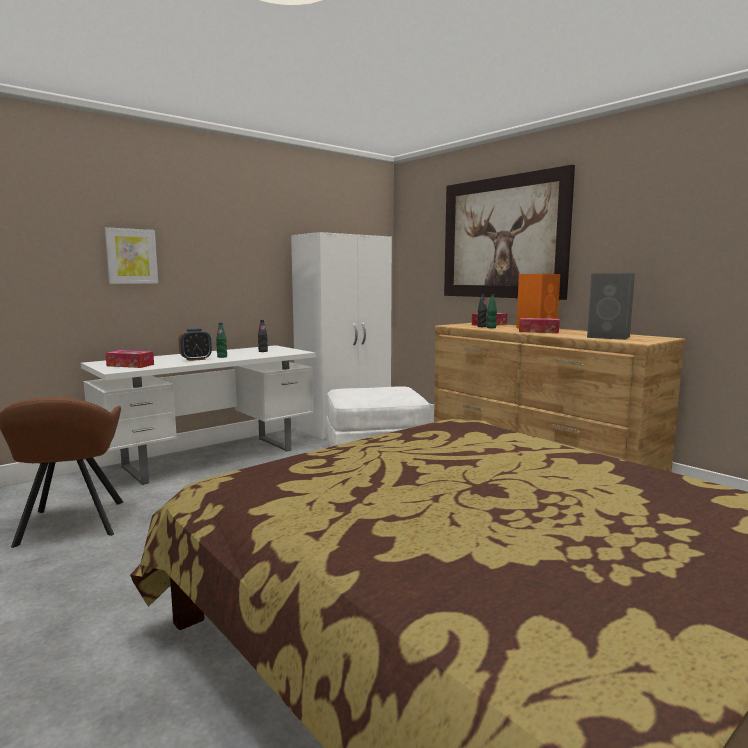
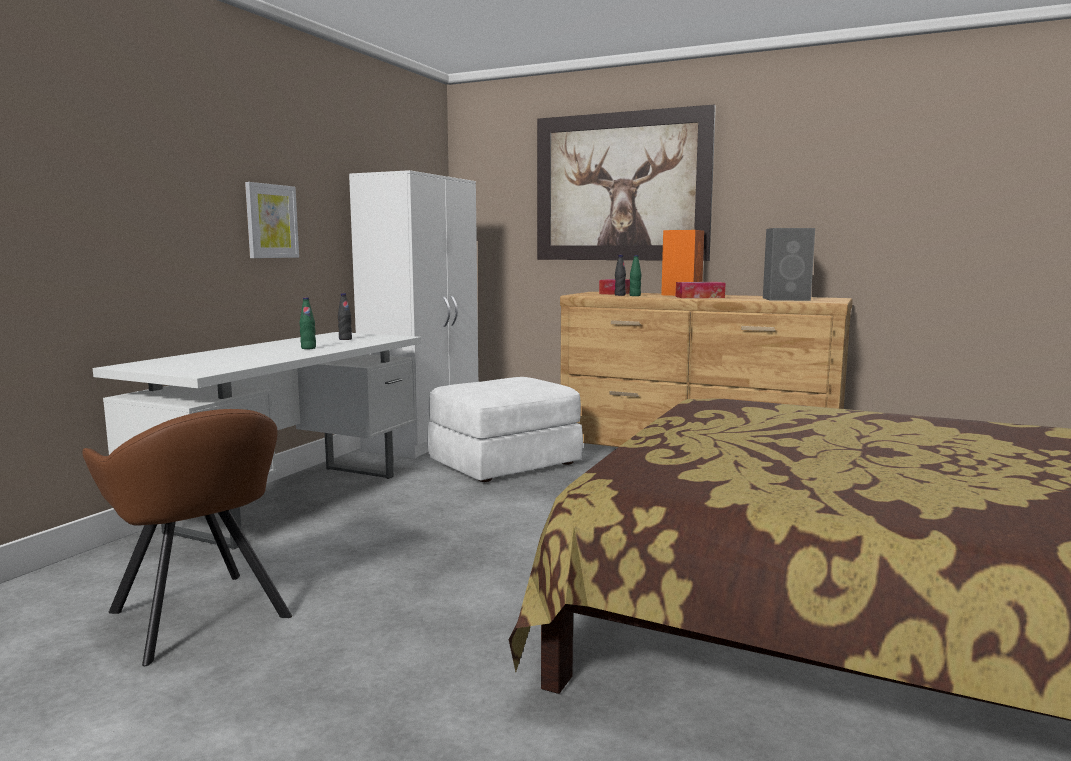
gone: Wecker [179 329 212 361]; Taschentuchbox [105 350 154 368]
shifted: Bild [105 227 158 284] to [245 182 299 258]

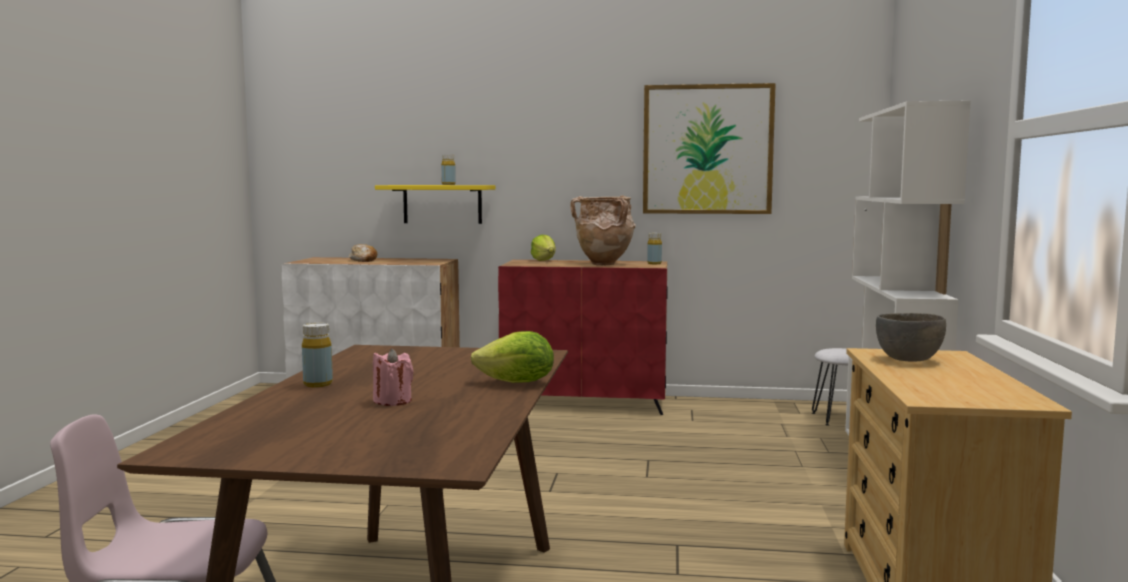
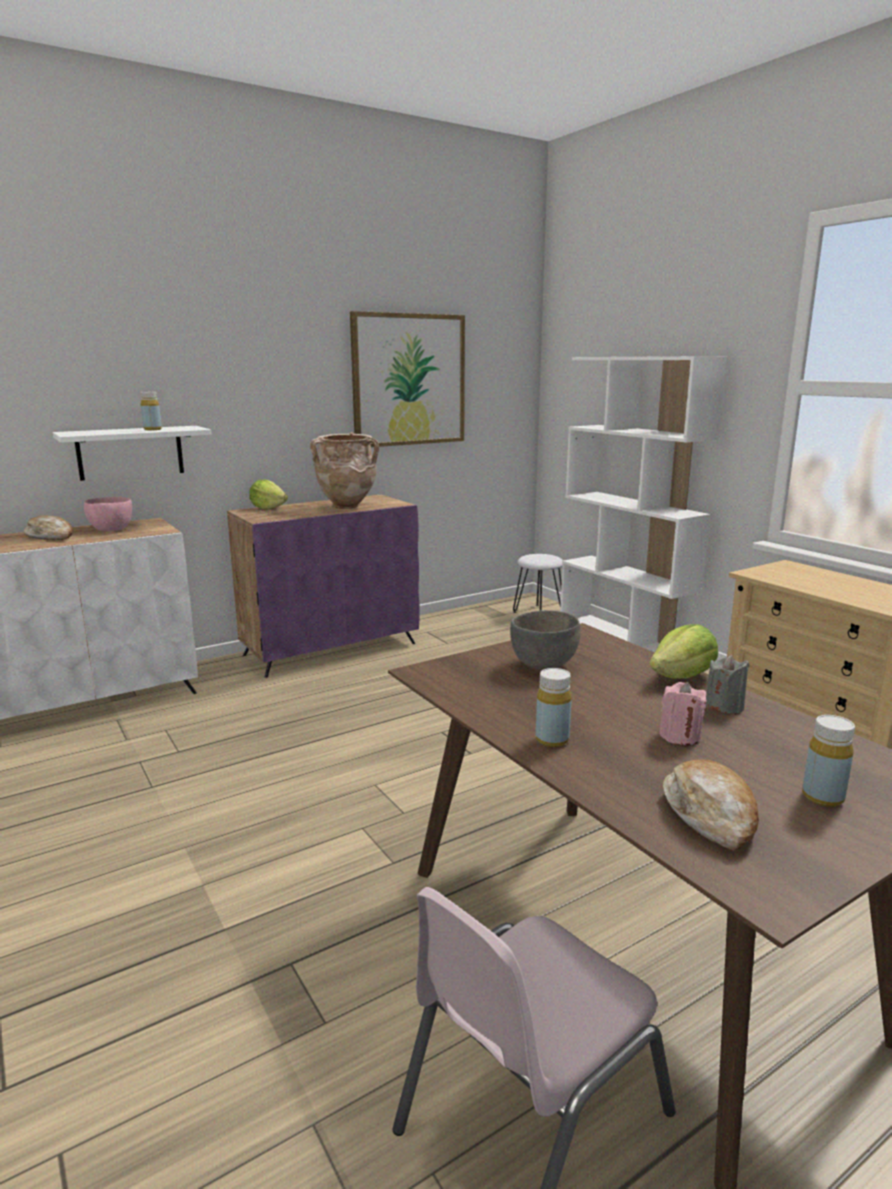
new: Schüssel/rosa [84 497 132 531]; Kerze/grau [706 655 750 713]; Brot [663 759 759 851]
shifted: Flasche/gelb [647 233 662 264] to [802 715 855 807]; Schüssel/grau [876 313 946 362] to [510 610 581 670]
repainted: Wandregal/gelb [375 185 496 224] to Wandregal/weiß [53 426 212 481]; Schrank/rot [498 260 668 415] to Schrank/lila [227 495 420 678]

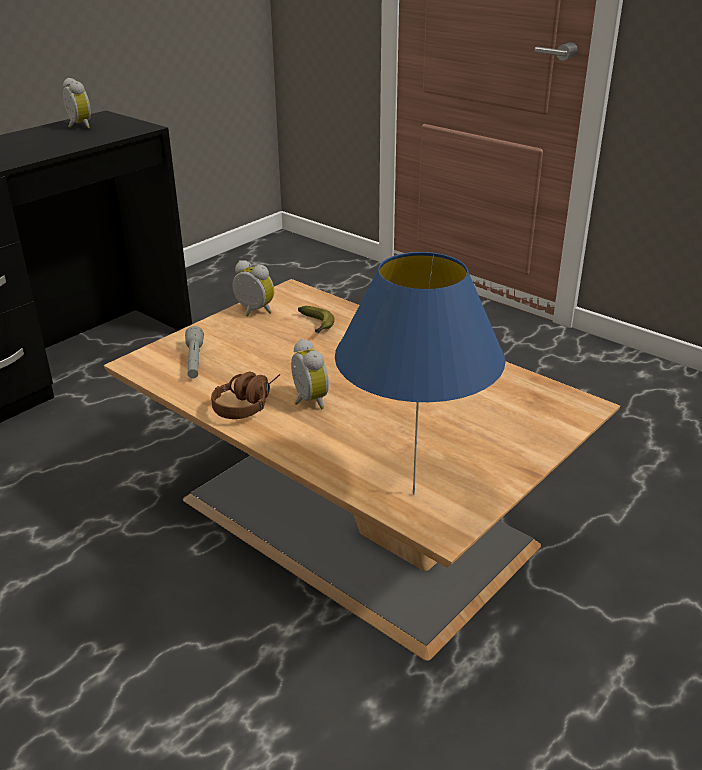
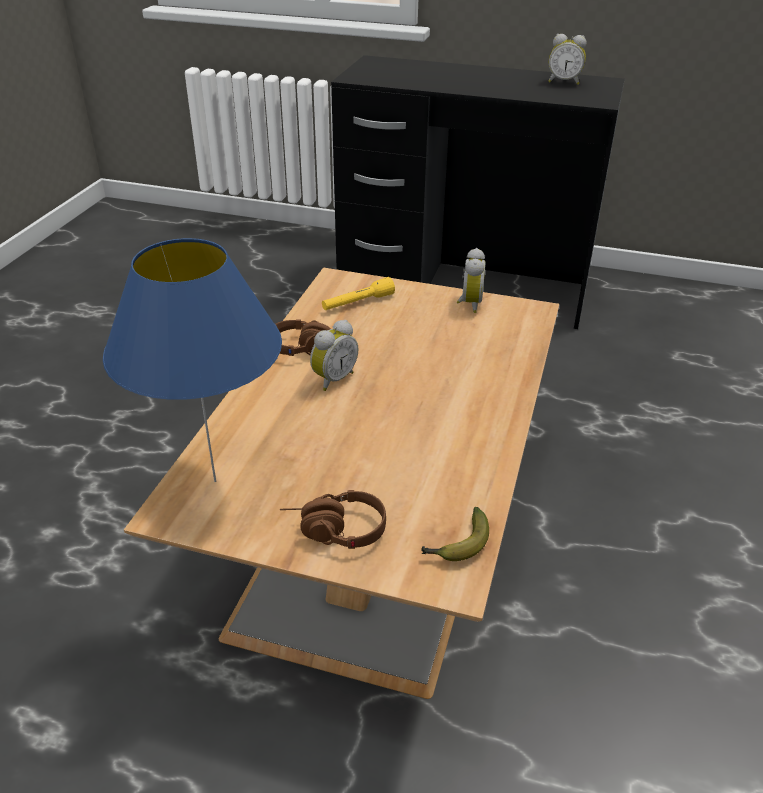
new: Kopfhörer/braun [280 490 386 549]
shifted: Banane [298 306 335 333] to [421 507 489 561]
repainted: Taschenlampe/grau [185 326 204 379] to Taschenlampe/gelb [322 277 395 310]
rotated: Wecker [63 78 91 129] = [548 34 587 85] 75 degrees clockwise

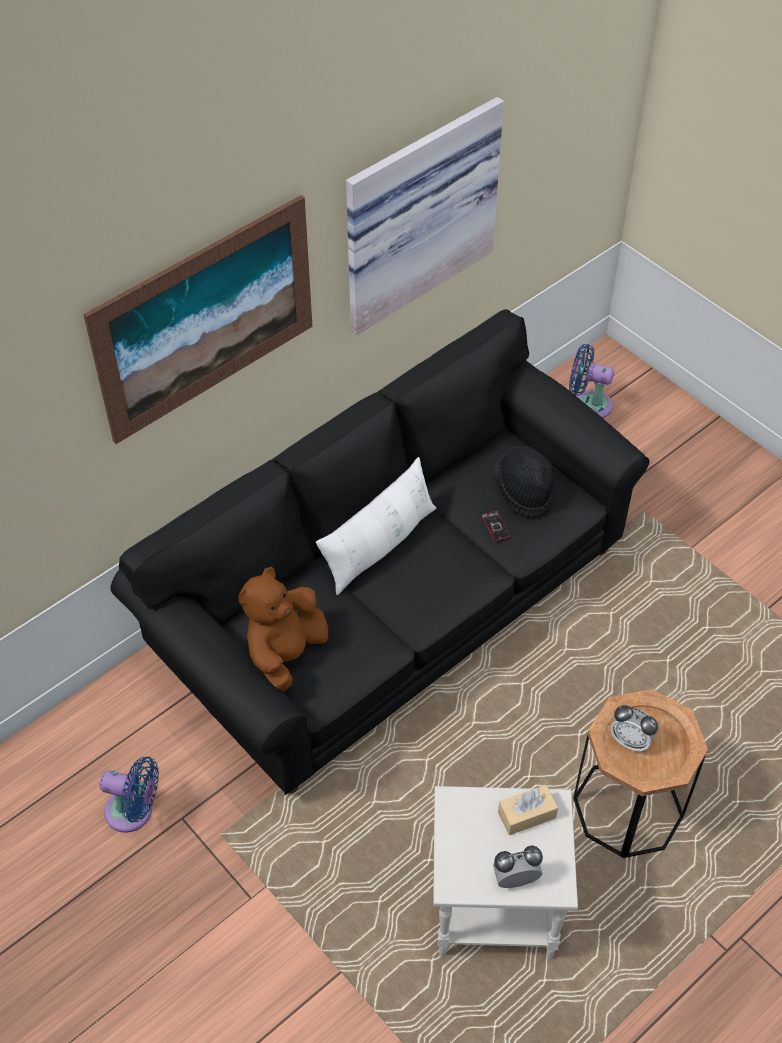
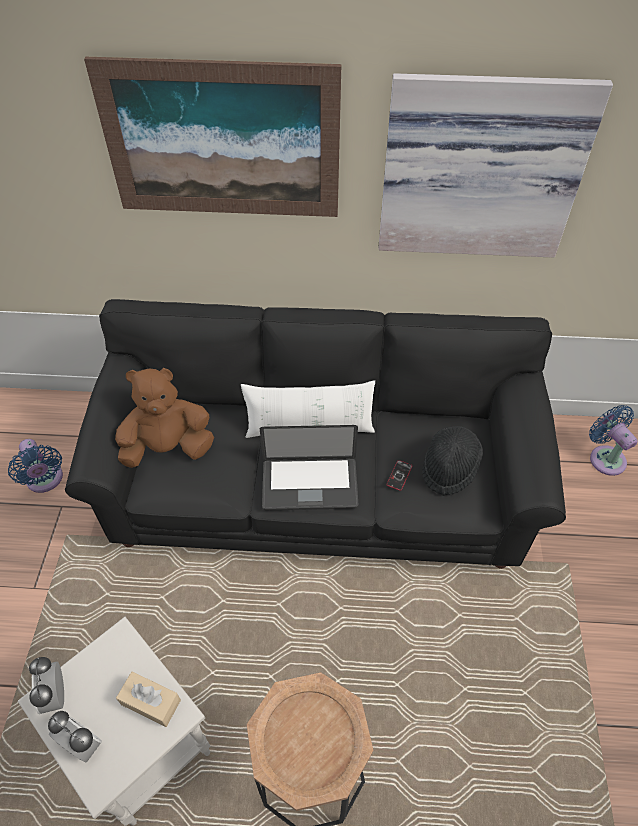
new: Laptop [260 425 358 510]
shifted: Wecker [611 705 658 752] to [29 657 64 714]

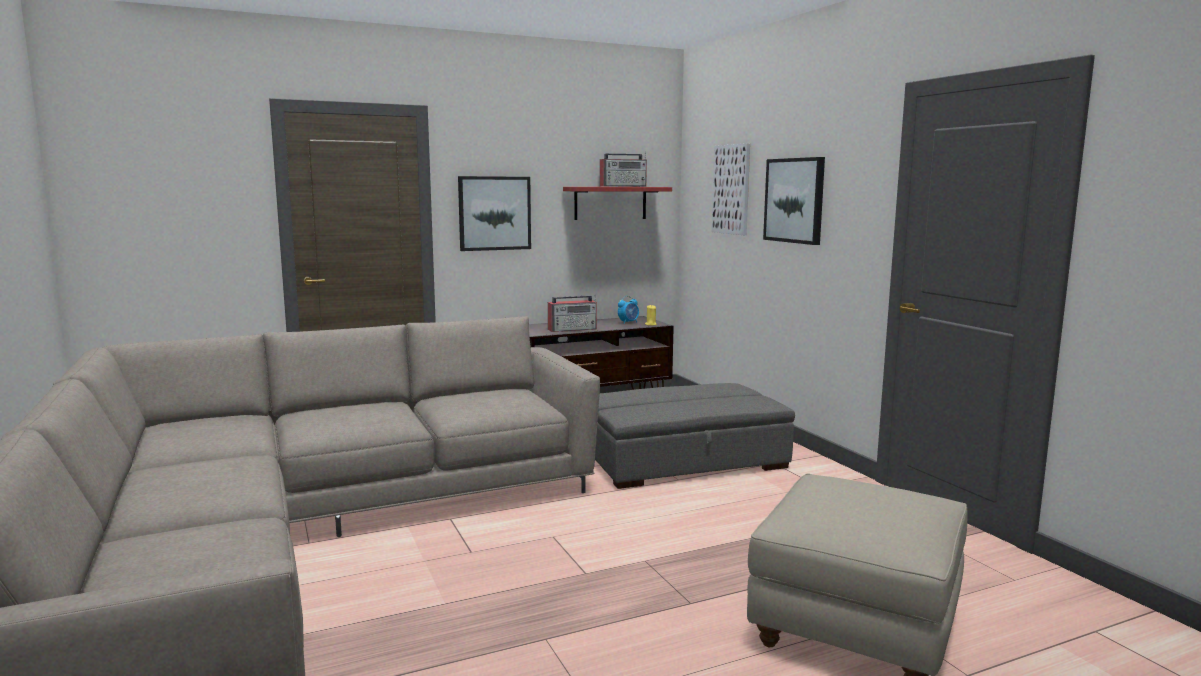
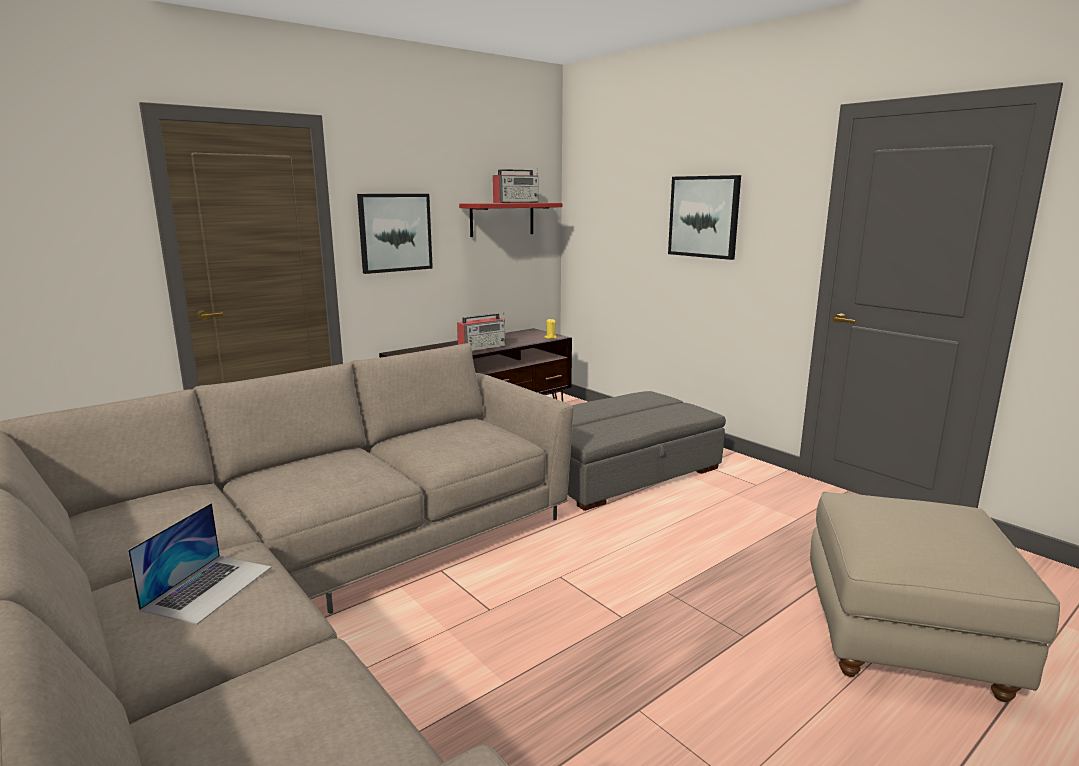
gone: Bild [712 143 750 235]; Wecker [618 296 639 324]
new: Laptop [128 503 272 625]

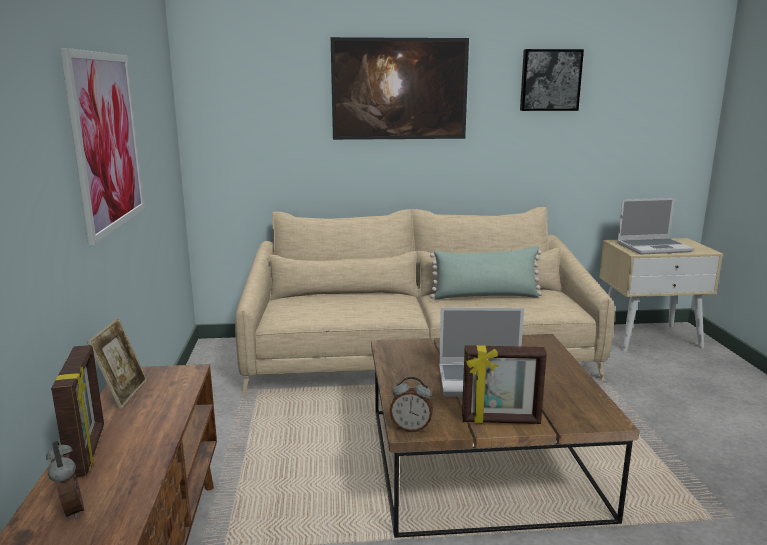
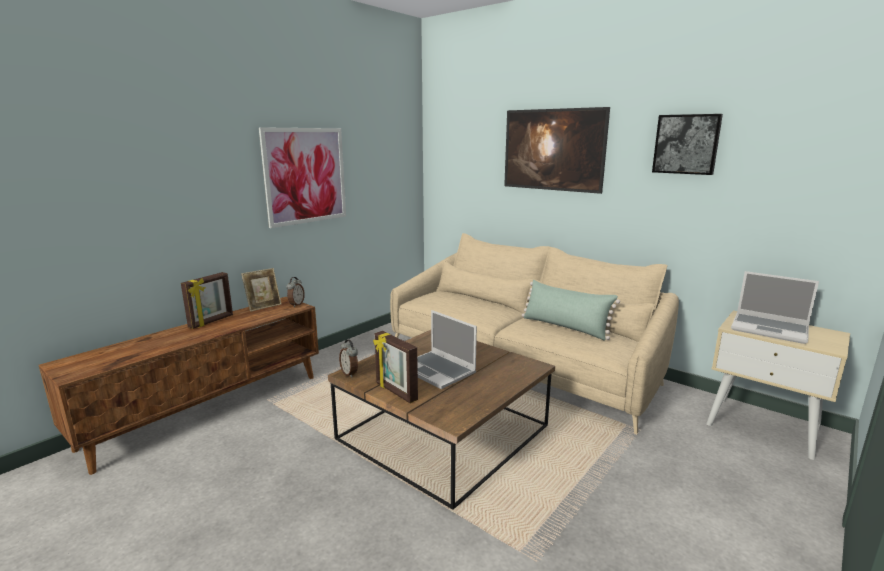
shifted: Wecker [46 441 84 520] to [287 277 305 307]

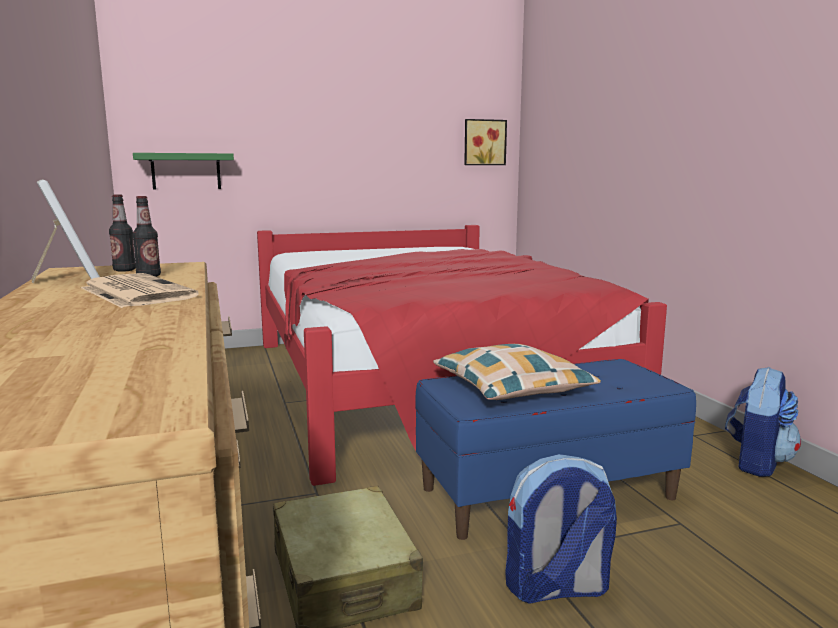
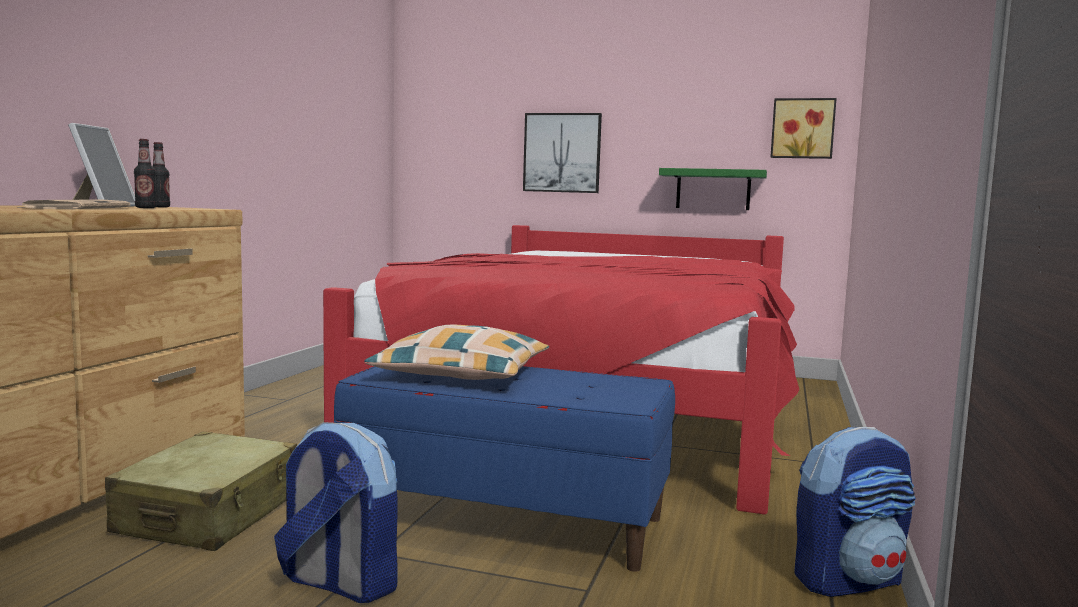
new: Bild [523 113 602 193]
shifted: Wandregal/grün [133 153 234 189] to [659 168 767 210]

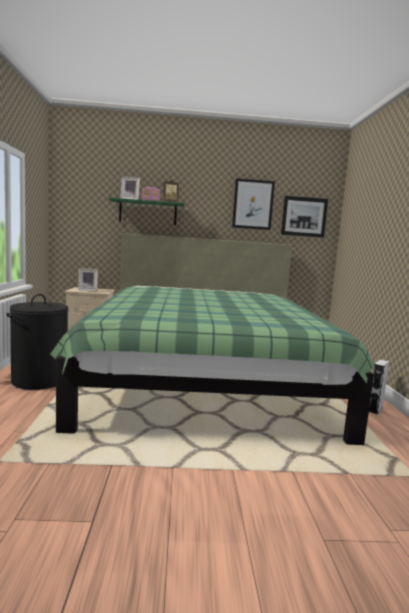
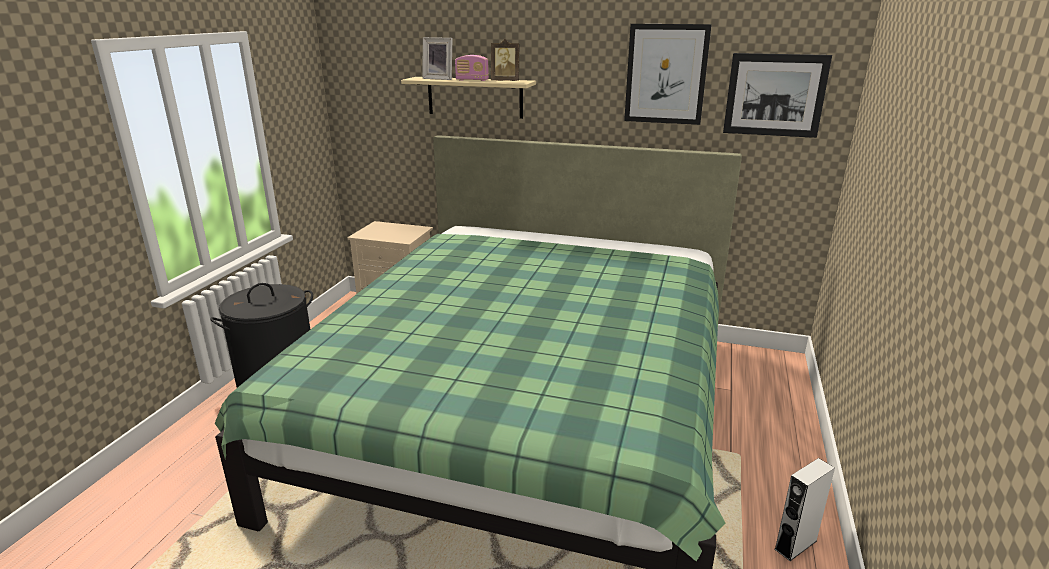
gone: Bilderrahmen [78 268 98 291]
repainted: Wandregal/grün [108 198 185 225] to Wandregal/beige [401 77 536 119]

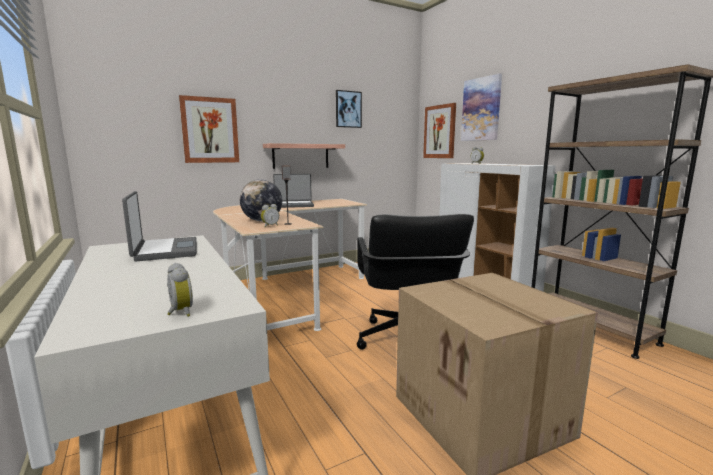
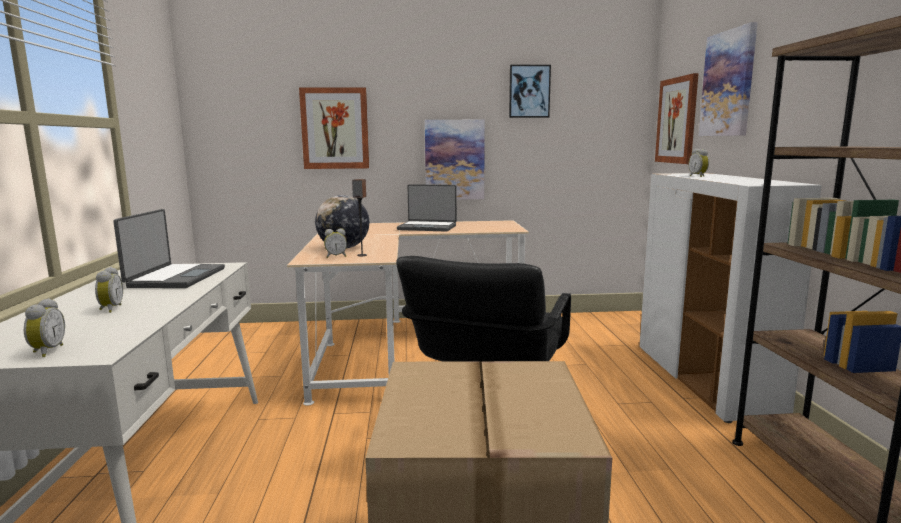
new: Wecker [95 267 123 313]
swapped: Wandregal [263 143 345 169] to Bild [425 120 485 200]

